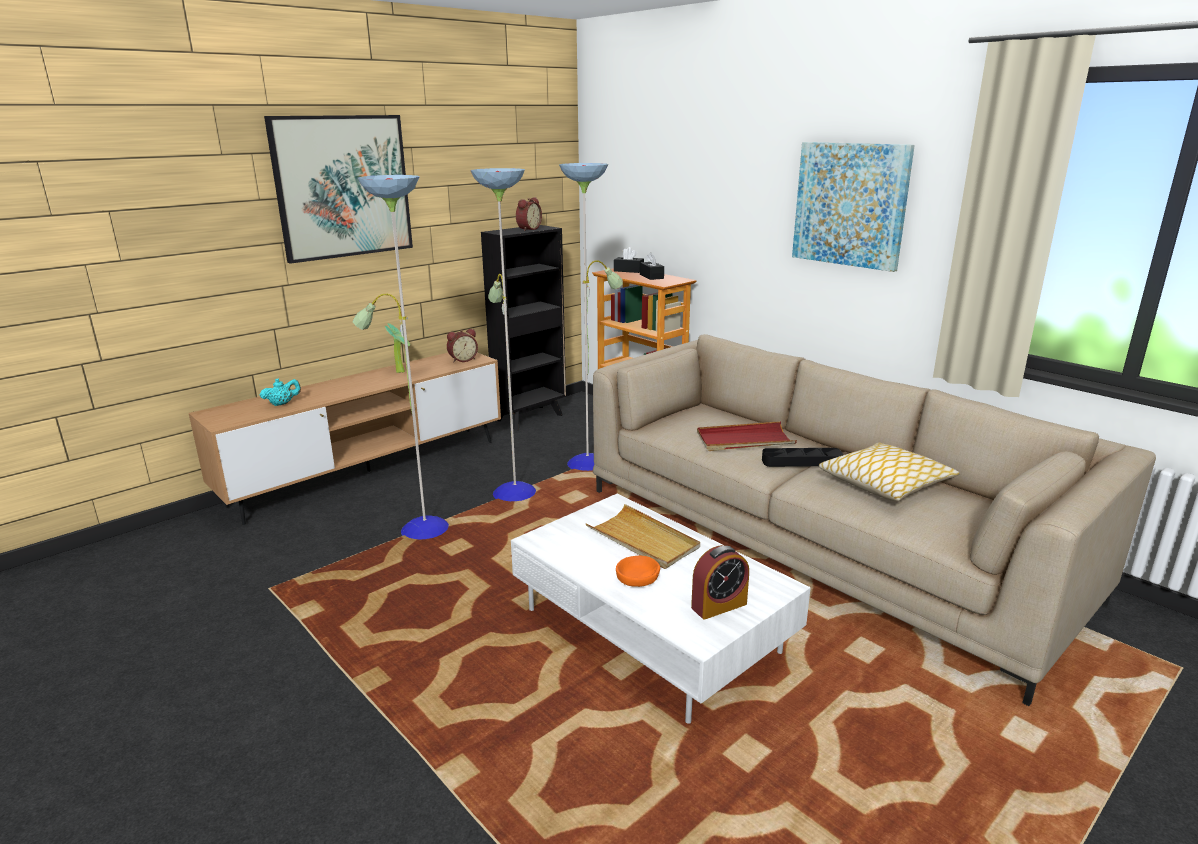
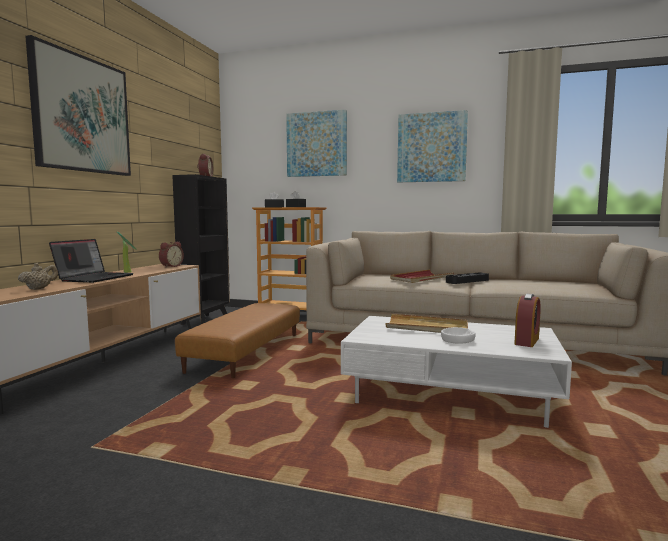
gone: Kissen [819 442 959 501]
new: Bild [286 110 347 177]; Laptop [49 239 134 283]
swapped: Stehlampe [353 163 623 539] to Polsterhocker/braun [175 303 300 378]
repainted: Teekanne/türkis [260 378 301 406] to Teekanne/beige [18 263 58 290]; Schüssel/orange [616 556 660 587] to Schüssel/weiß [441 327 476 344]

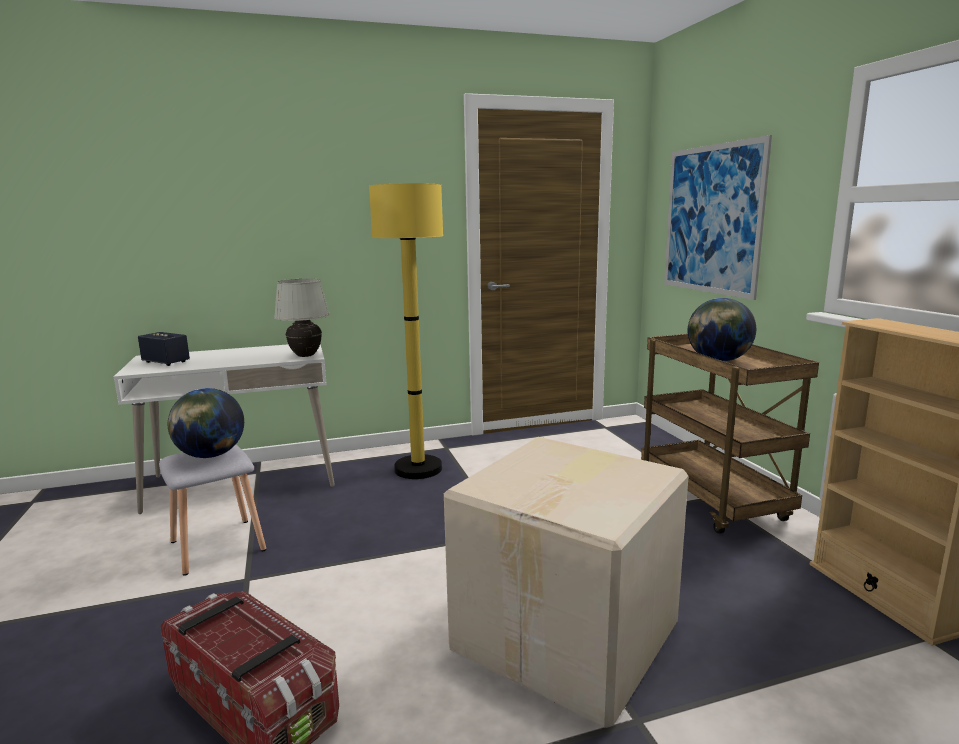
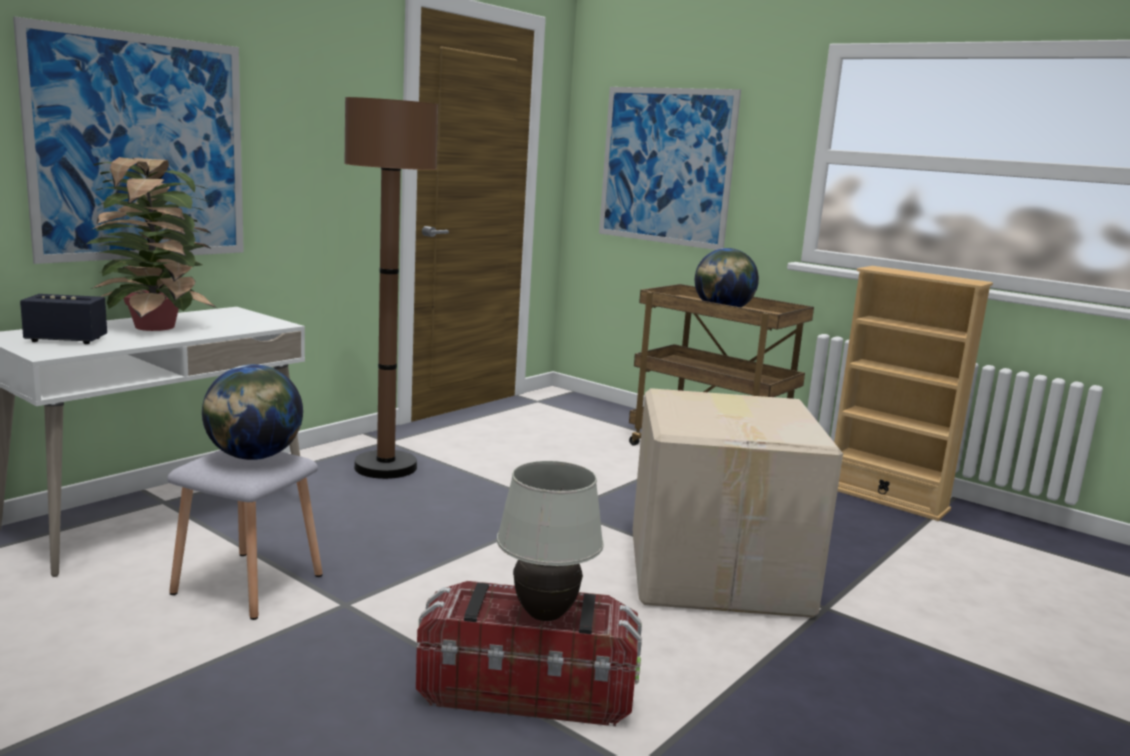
new: Bild [13 17 244 264]; Topfpflanze [86 157 217 331]
shifted: Tischlampe/weiß [274 279 330 357] to [497 461 604 621]
repainted: Stehlampe/gelb [369 183 443 479] to Stehlampe/braun [344 97 438 479]

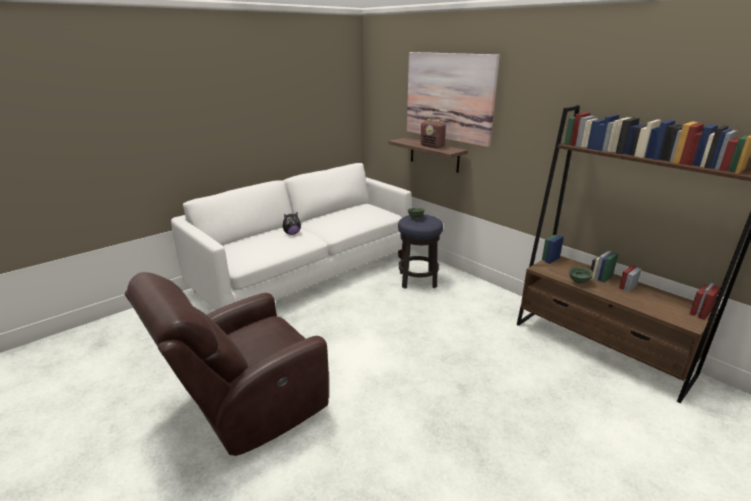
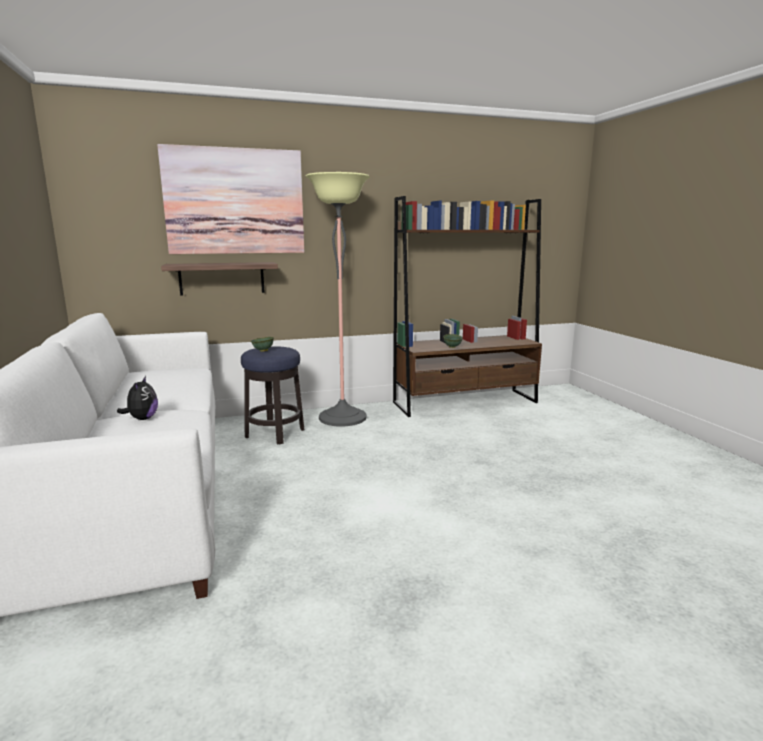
gone: Radio [420 119 446 148]; Sessel/braun [125 272 329 456]
new: Stehlampe [306 172 370 427]

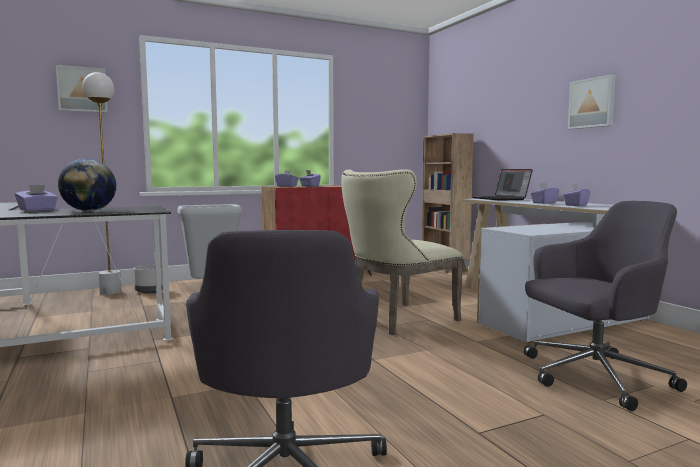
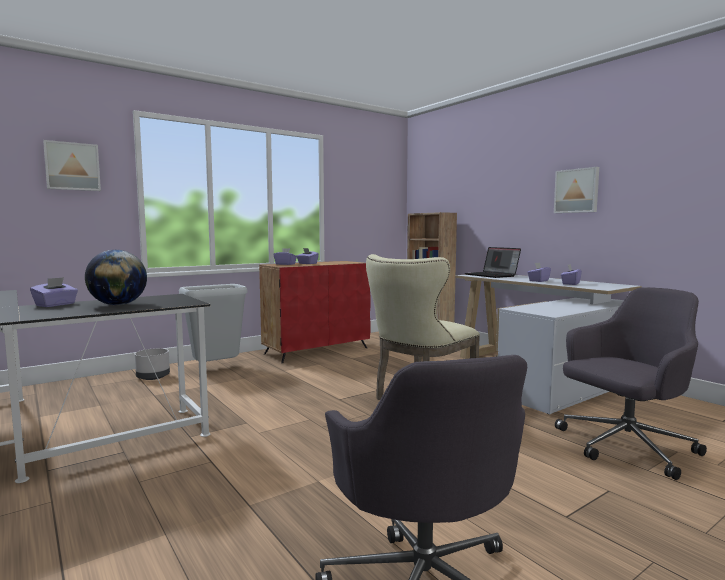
gone: Stehlampe/weiß [83 72 122 295]

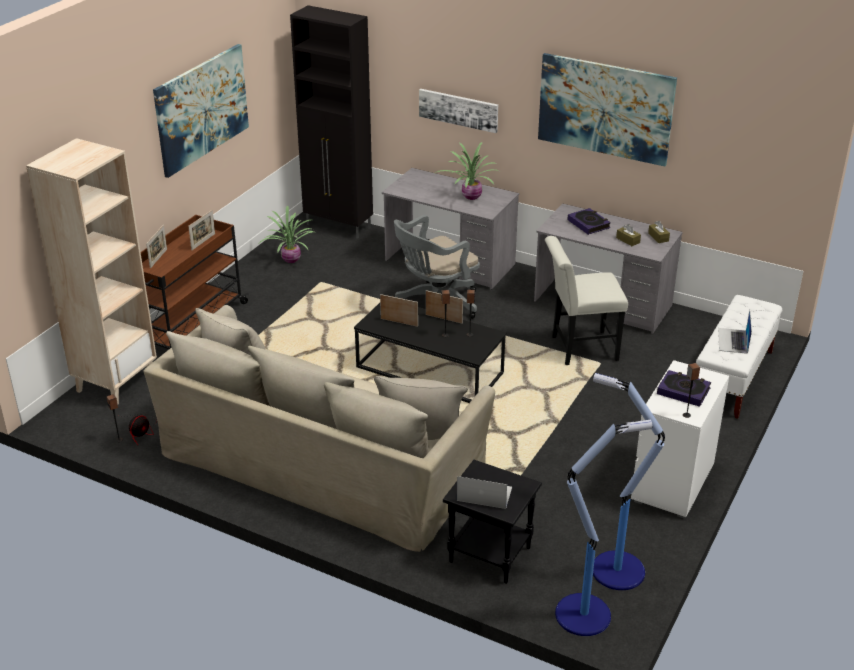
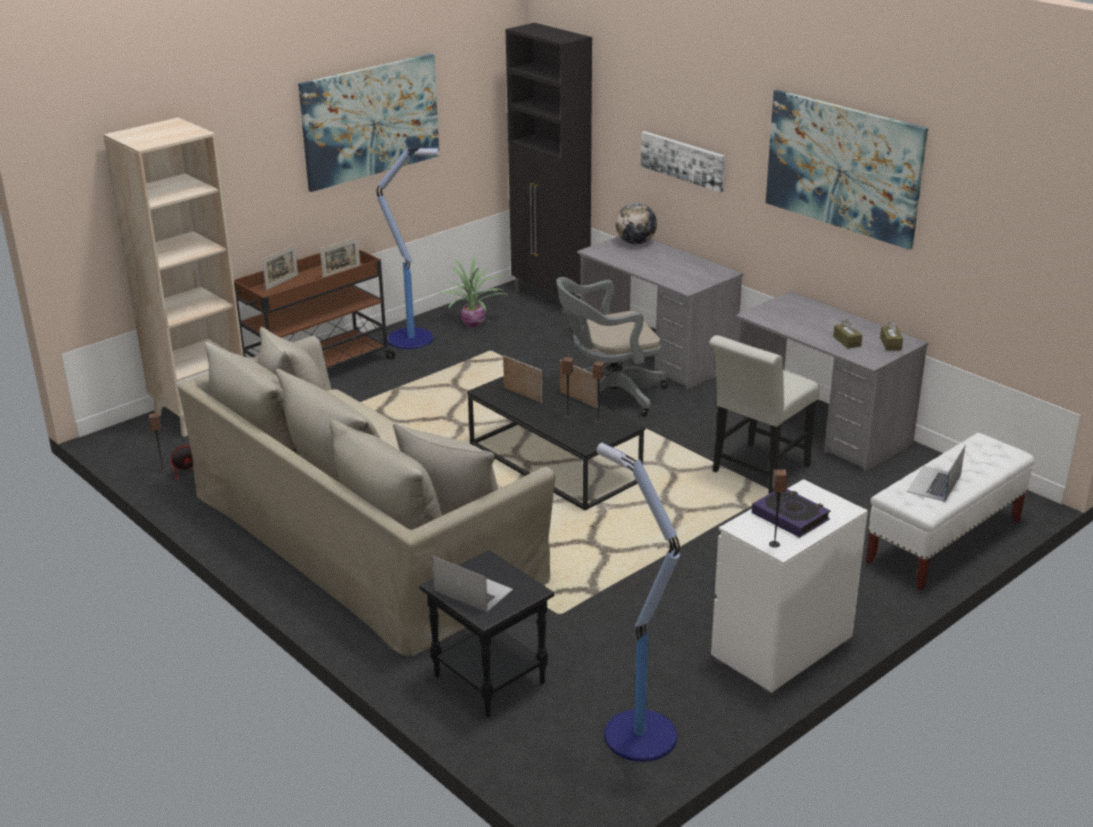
gone: Topfpflanze [435 142 499 200]; Buch [567 208 611 235]
new: Globus [616 203 657 245]
shifted: Stehlampe [555 420 652 636] to [377 147 439 349]
rotated: Stuhl/weiß [545 236 628 365] = [709 335 820 494] 60 degrees counterclockwise

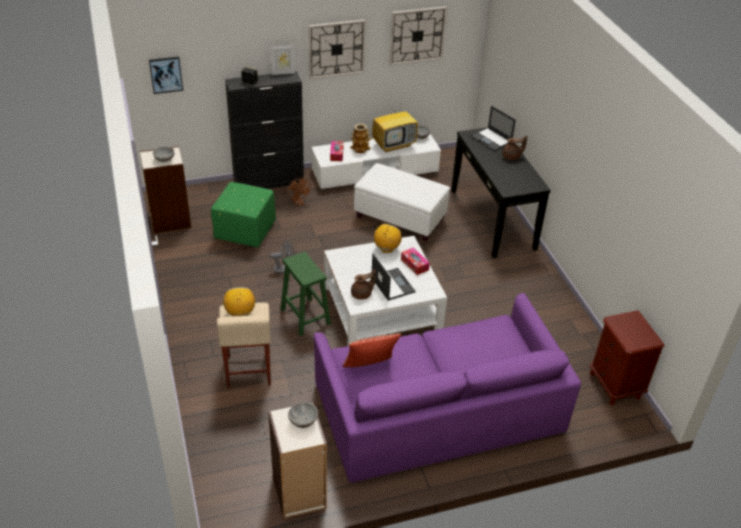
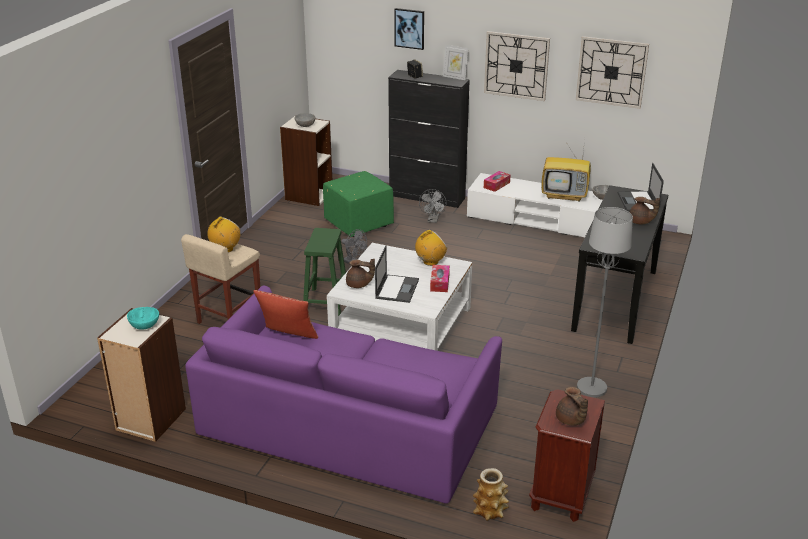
gone: Polsterhocker/weiß [354 163 450 242]
new: Stehlampe/grau [577 207 633 398]; Teekanne/braun [556 387 588 426]
shifted: Bild [149 56 183 94] to [394 8 424 50]; Vase [350 124 372 153] to [473 468 509 521]
repainted: Ventilator/braun [288 177 311 207] to Ventilator/grau [419 189 446 223]; Schüssel/grau [288 402 318 428] to Schüssel/türkis [127 307 159 330]

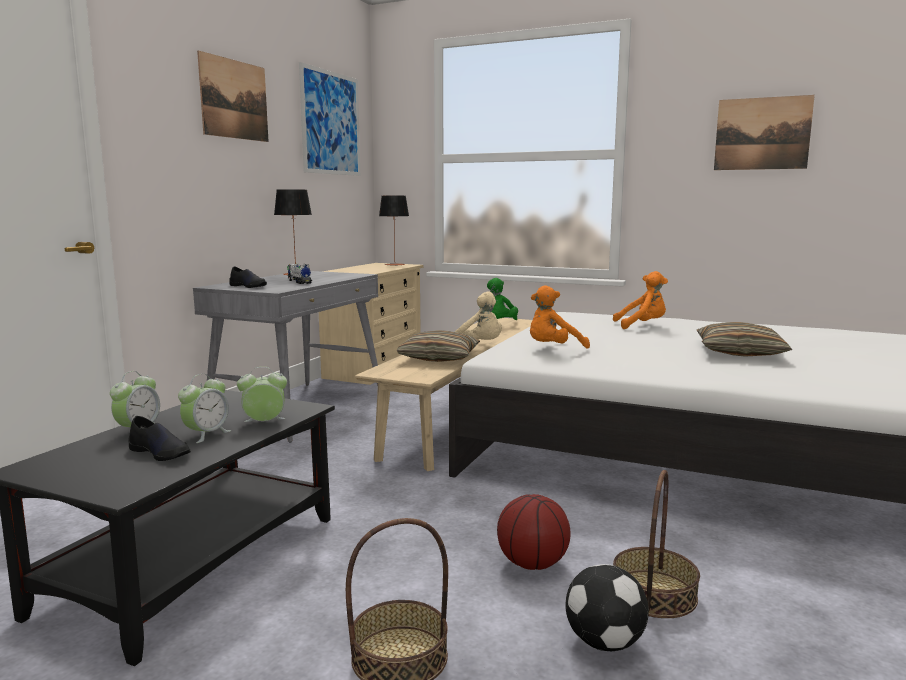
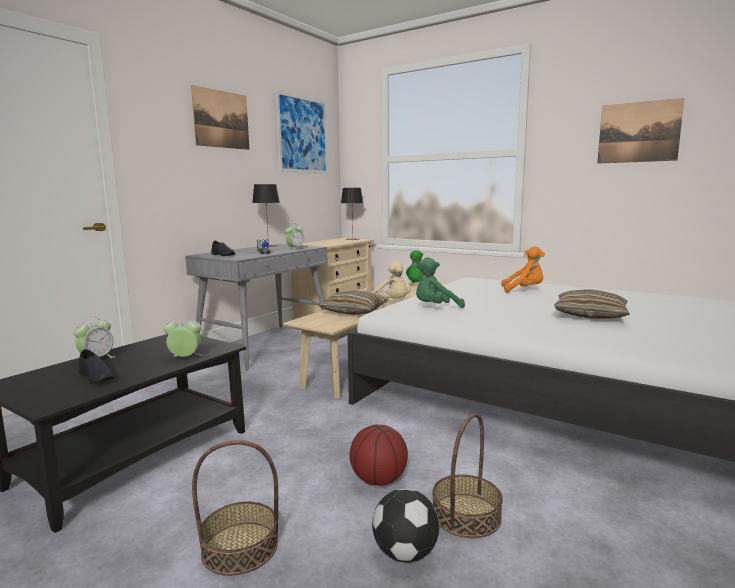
shifted: Wecker [178 374 231 443] to [285 223 305 250]
repainted: Plüschtier/orange [530 285 590 349] to Plüschtier/grün [416 257 465 308]

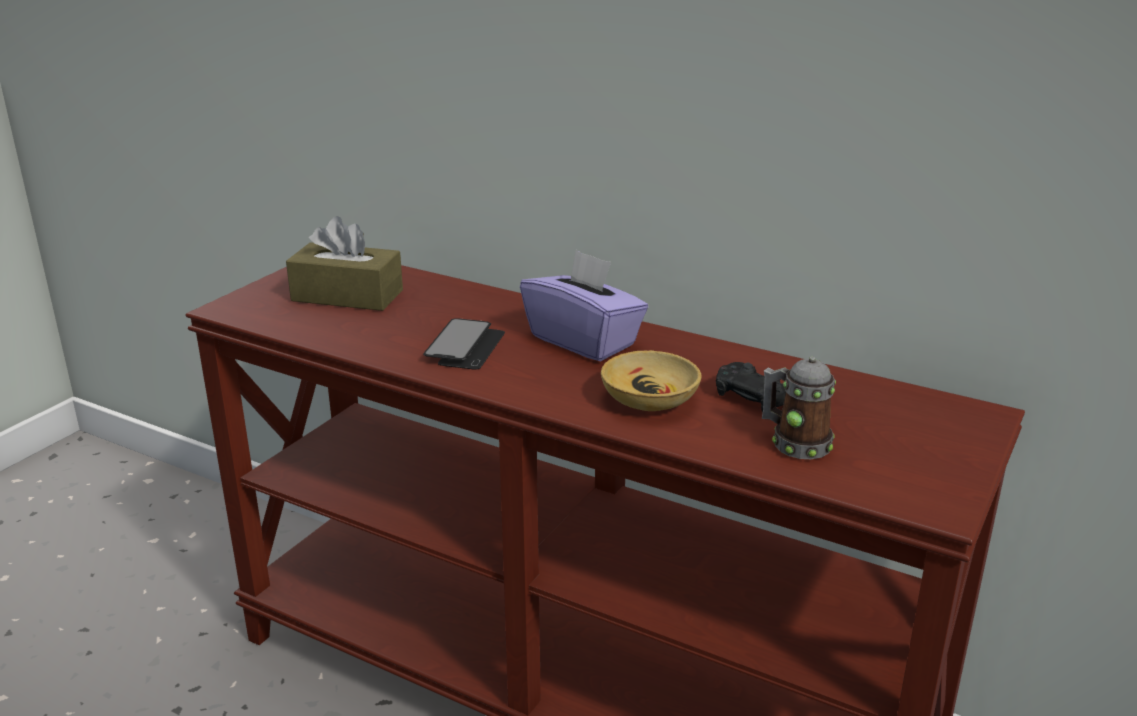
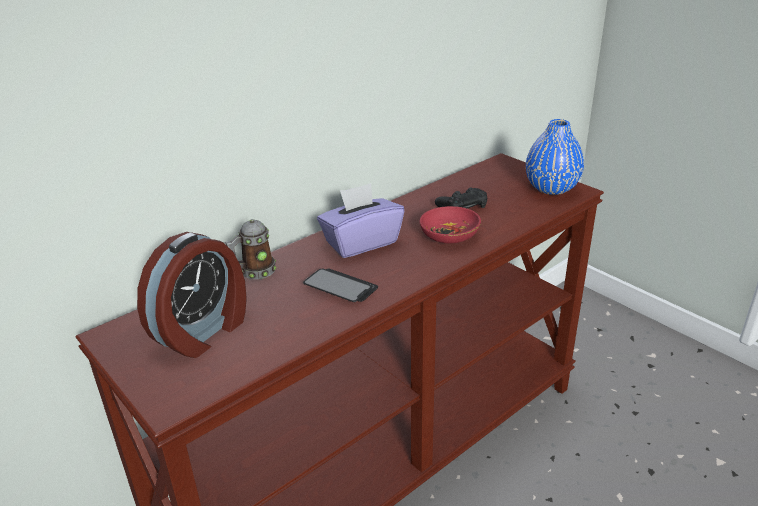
new: Vase/blau [526 119 584 195]
shifted: Henkelbecher [762 357 836 459] to [225 219 276 279]
swapped: Taschentuchbox/braun [286 216 403 311] to Wecker [137 232 247 358]
repainted: Schüssel/beige [601 350 702 411] to Schüssel/rot [420 206 481 244]

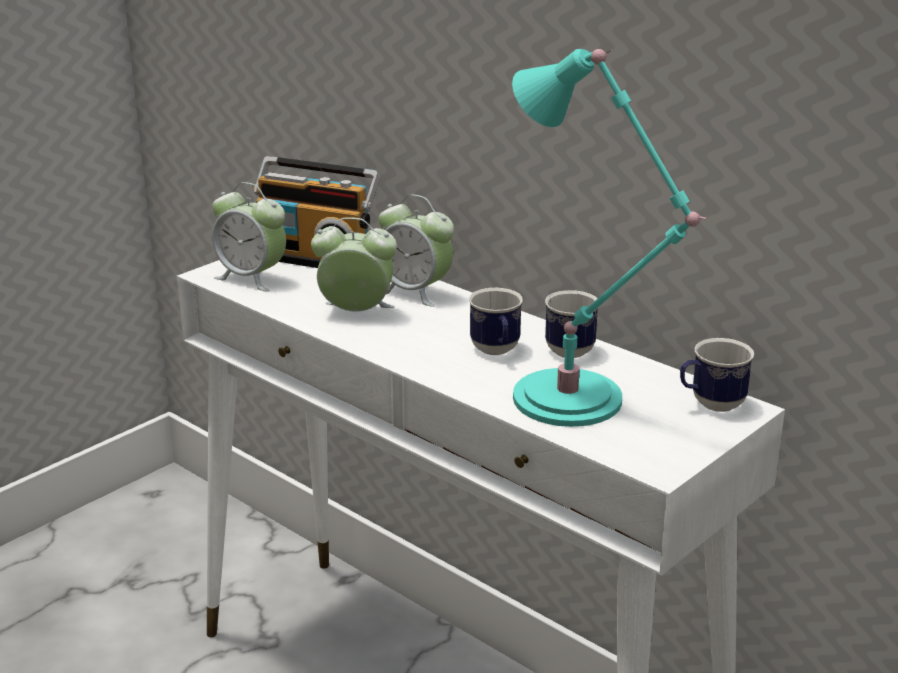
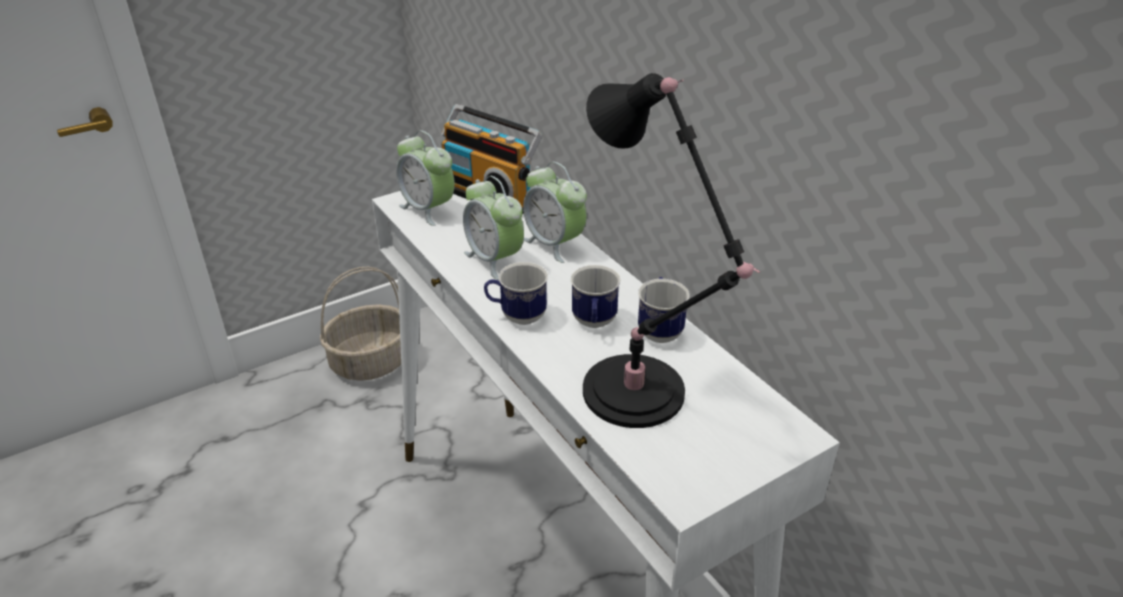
new: Korb [320 267 401 381]
shifted: Henkelbecher [680 338 754 412] to [484 262 548 325]
repainted: Tischlampe/türkis [512 49 707 427] to Tischlampe/schwarz [583 73 761 428]
rotated: Wecker [311 217 397 312] = [463 176 524 280] 150 degrees counterclockwise

